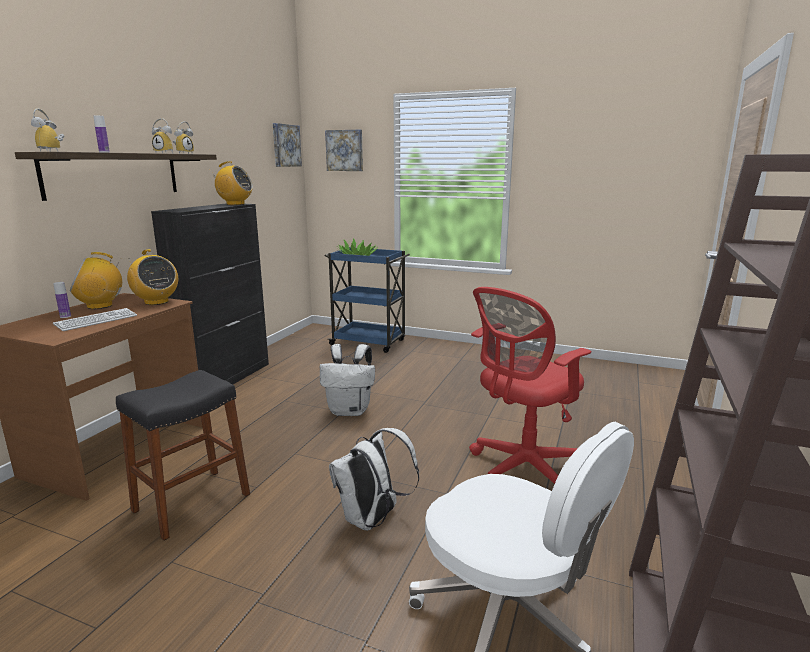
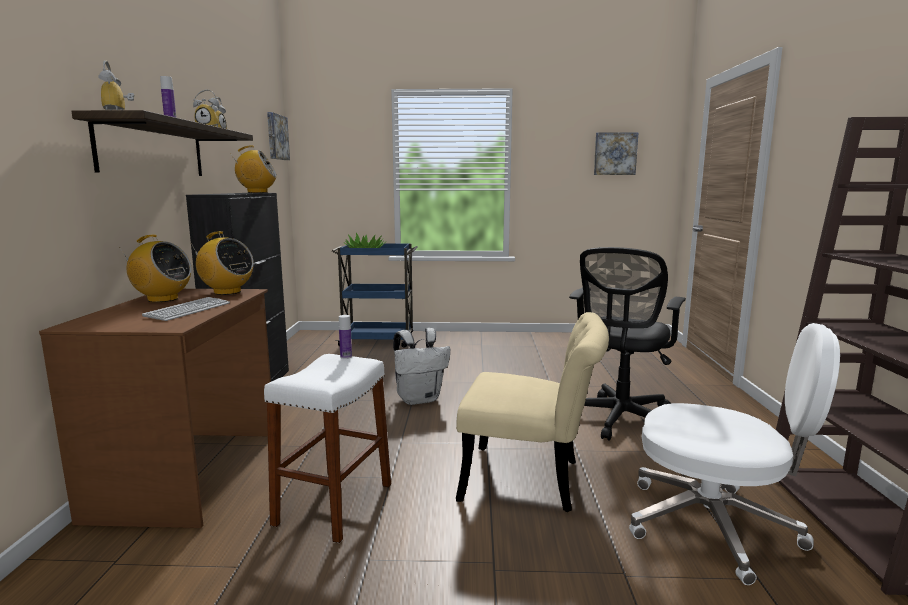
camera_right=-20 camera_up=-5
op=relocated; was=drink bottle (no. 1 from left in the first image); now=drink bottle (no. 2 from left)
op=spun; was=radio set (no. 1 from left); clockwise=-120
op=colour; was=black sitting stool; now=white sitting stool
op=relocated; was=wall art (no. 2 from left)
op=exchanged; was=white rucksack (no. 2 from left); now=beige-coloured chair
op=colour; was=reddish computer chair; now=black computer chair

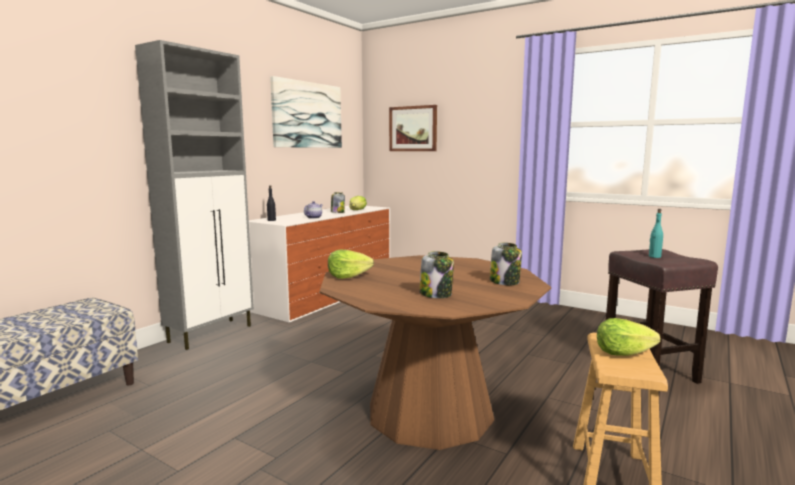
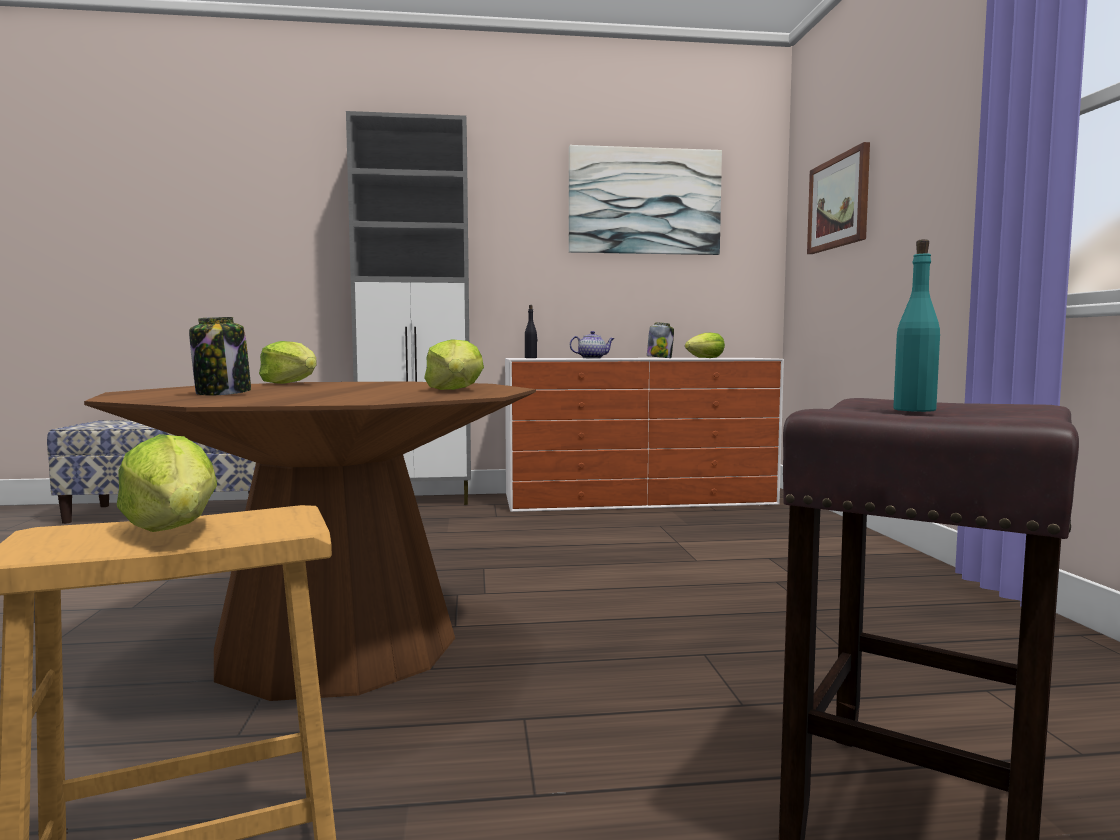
camera_right=50 camera_up=-5
op=missing; was=jar (no. 3 from left)
op=appeared; now=lettuce (no. 3 from left)

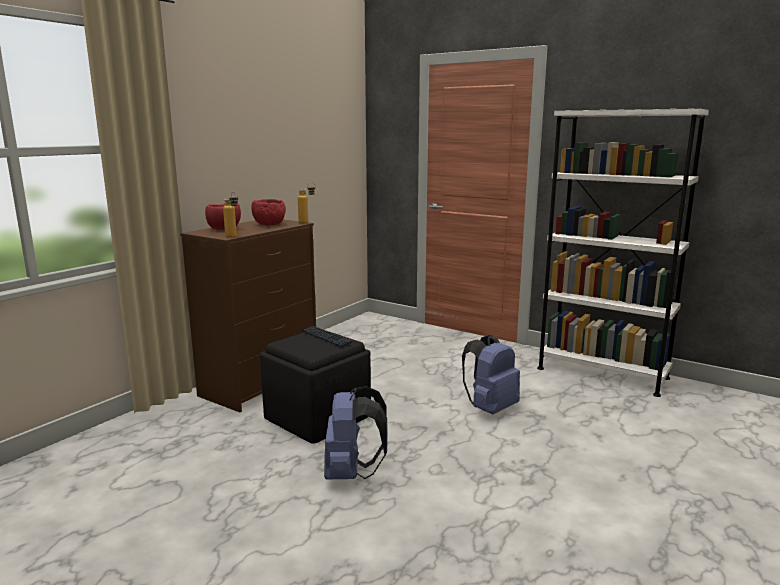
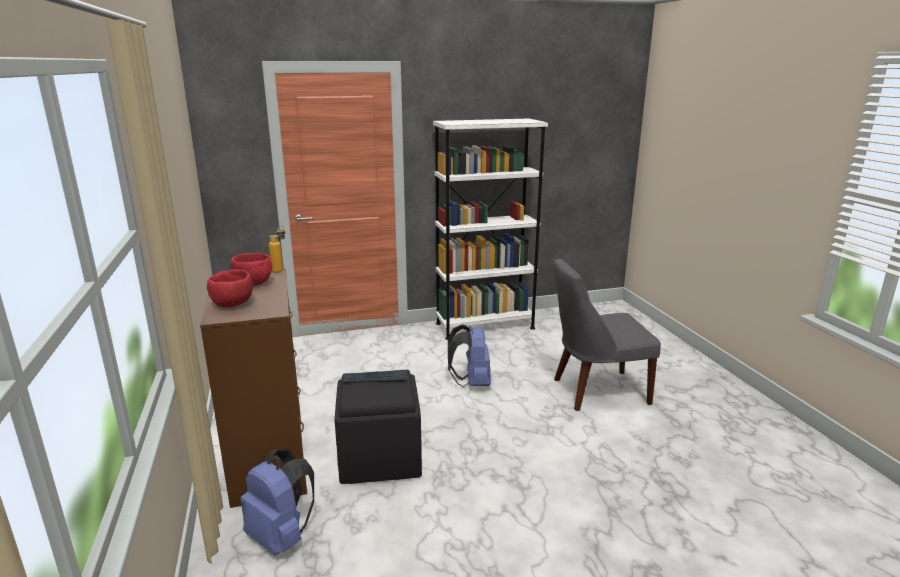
camera_right=-50 camera_up=5
op=missing; was=drink bottle (no. 1 from left)
op=relocated; was=blue-coloured rucksack (no. 1 from left)
op=appeared; now=gray chair

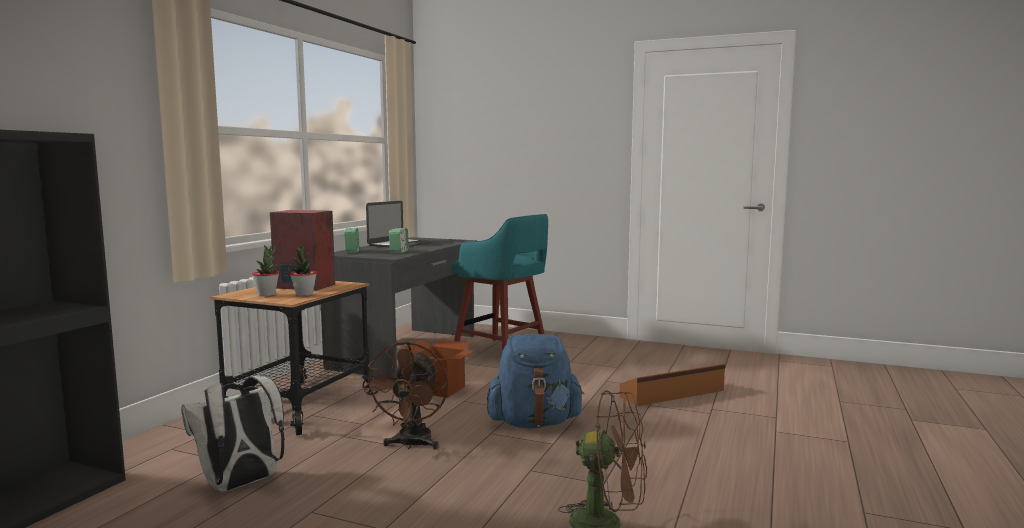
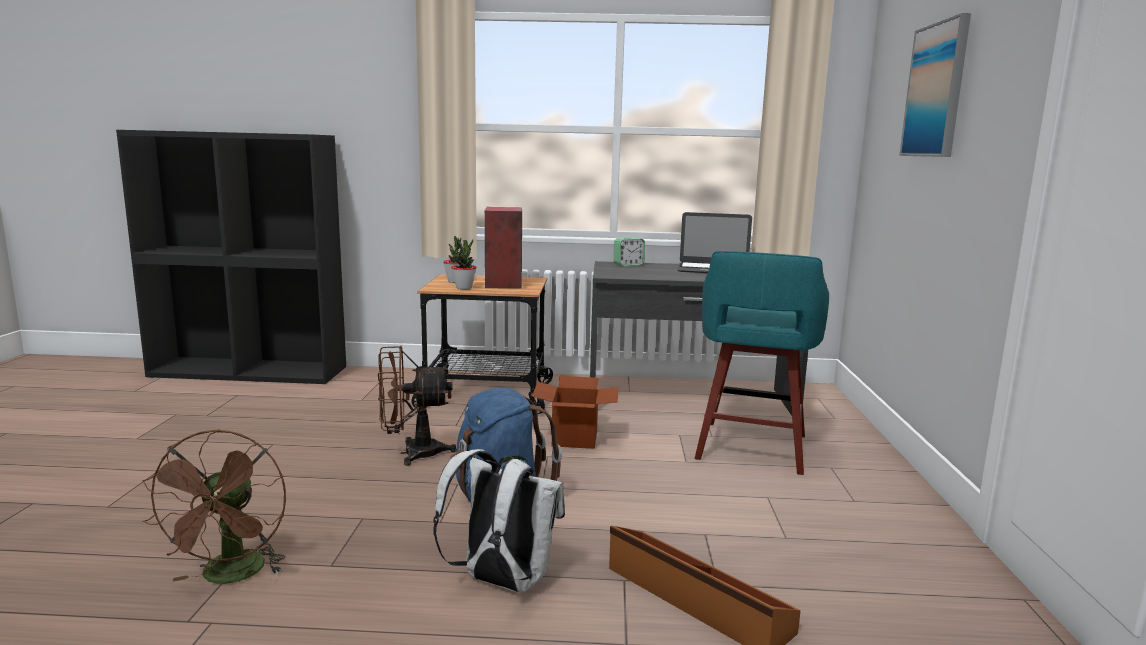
camera_right=70 camera_up=5
op=relocated; was=white rucksack
op=missing; was=table clock (no. 2 from left)
op=appeared; now=wall art

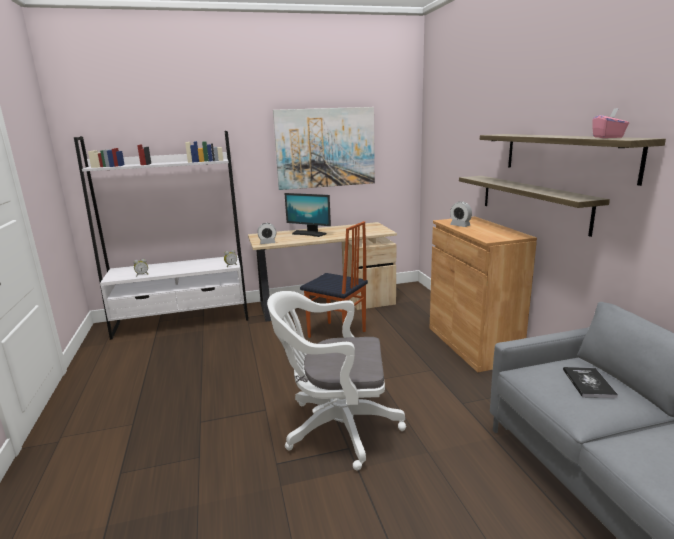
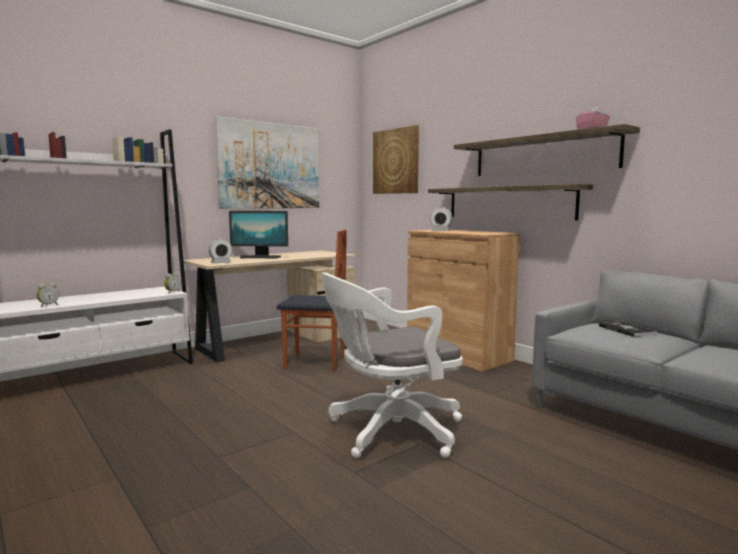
camera_right=-25 camera_up=-10
op=appeared; now=wall art (no. 2 from left)

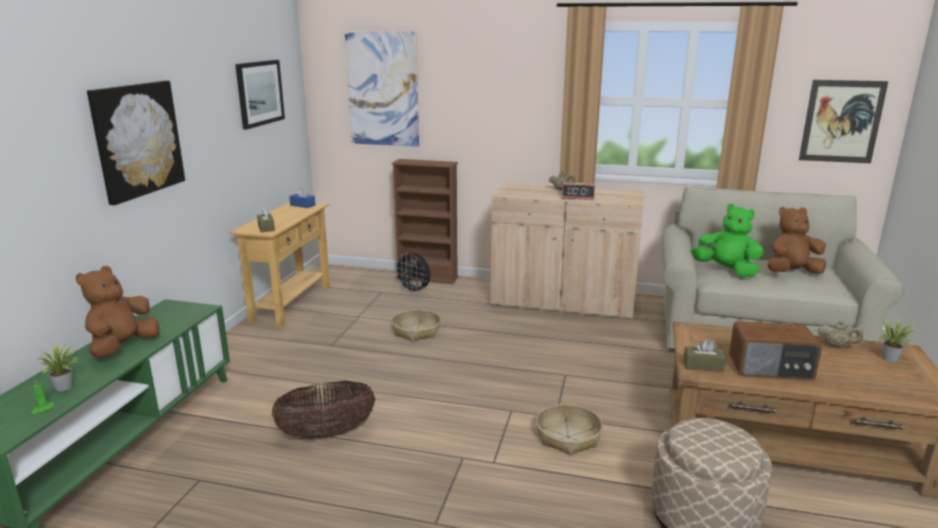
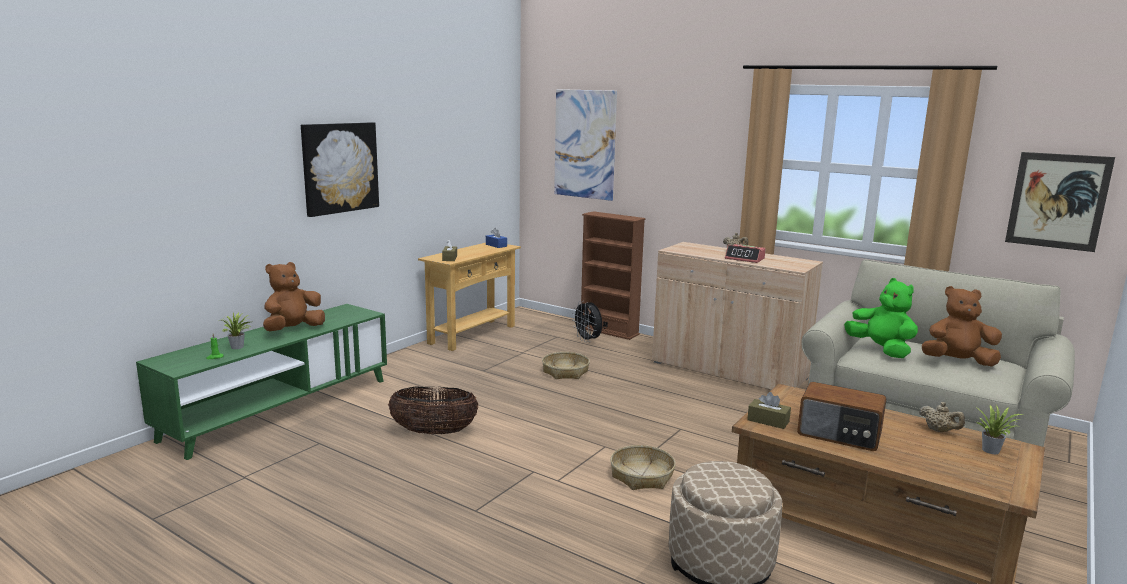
camera_right=20 camera_up=-5
op=missing; was=wall art (no. 2 from left)

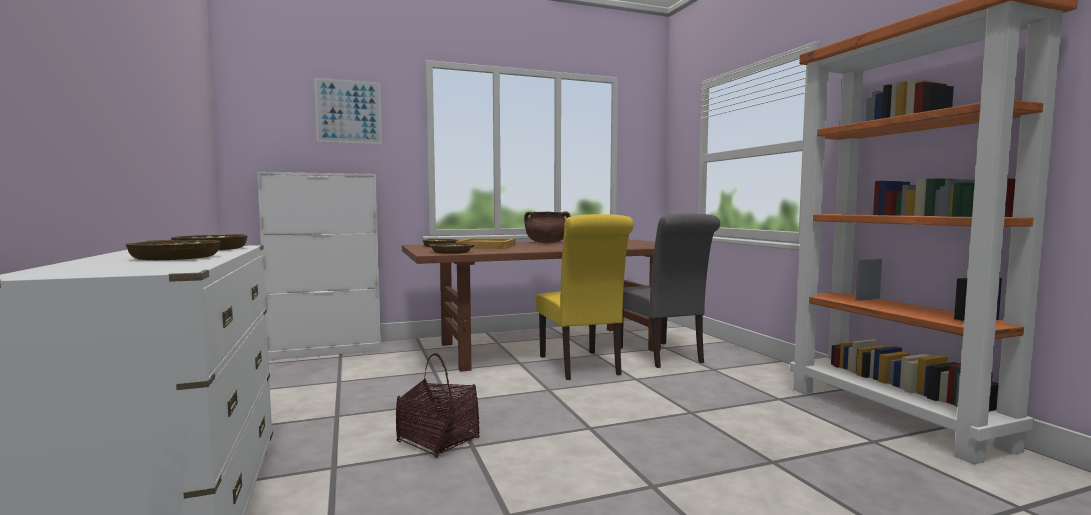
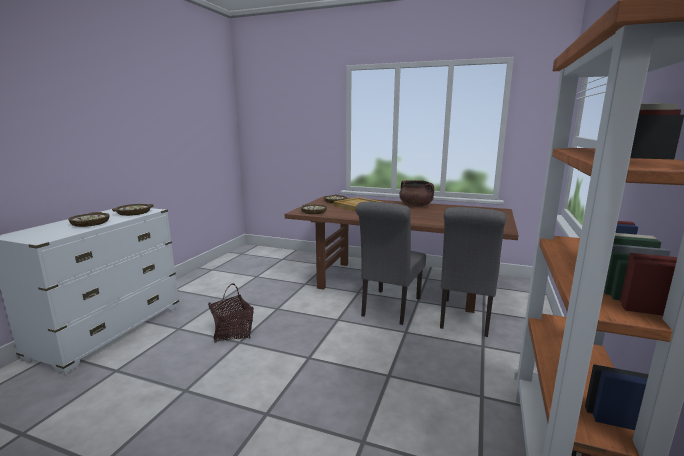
camera_right=40 camera_up=10
op=missing; was=white storage cabinet
op=missing; was=wall art
op=colour; was=yellow-coloured chair; now=gray chair (no. 1 from left)

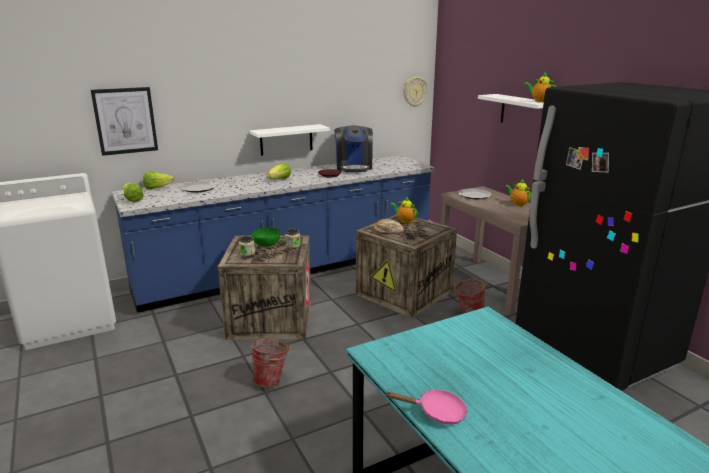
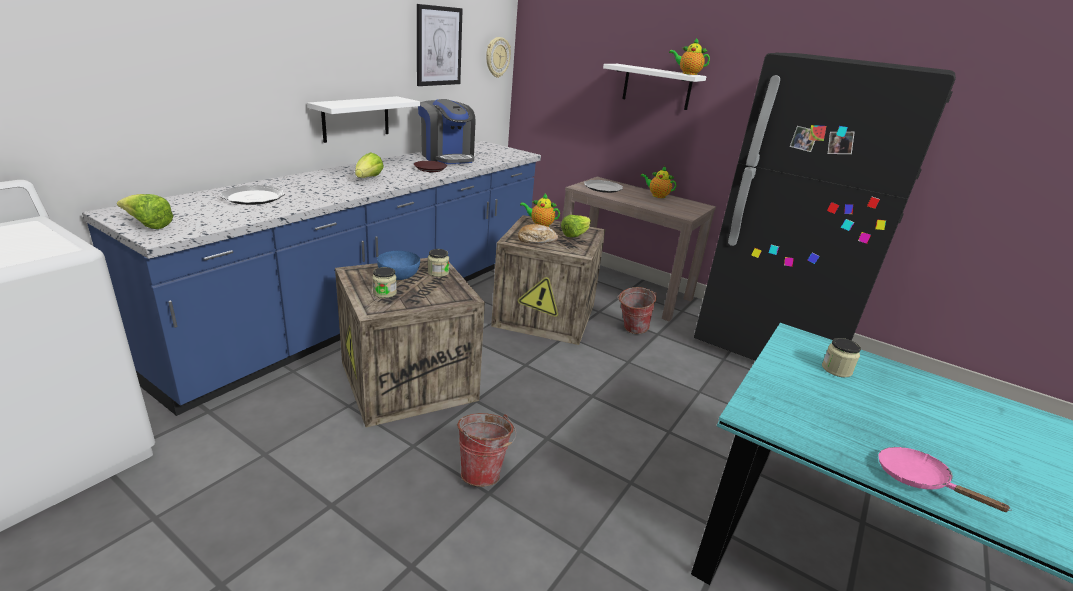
camera_right=-30 camera_up=5
op=relocated; was=wall art
op=relocated; was=lettuce (no. 2 from left in the first image); now=lettuce (no. 3 from left)
op=colour; was=green deep dish; now=blue-coloured deep dish
op=spun; was=pink pan; clockwise=-105
op=appeared; now=jar (no. 3 from left)

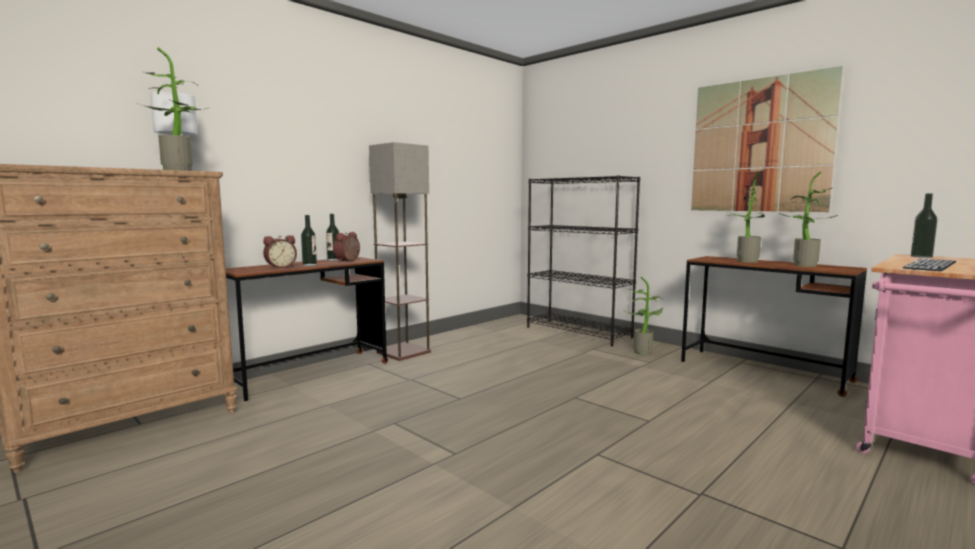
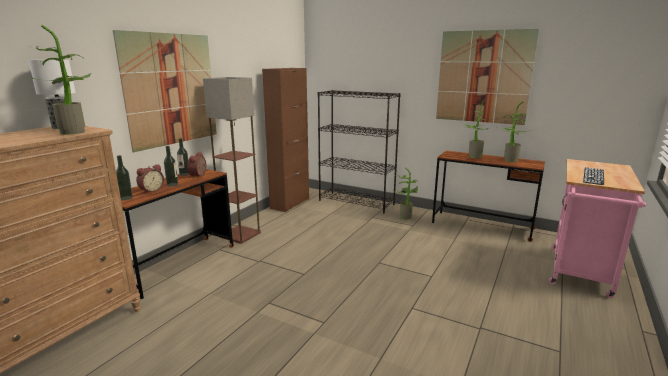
camera_right=-15 camera_up=10
op=relocated; was=drink bottle (no. 3 from left in the first image); now=drink bottle (no. 1 from left)
op=appeared; now=wall art (no. 1 from left)
op=appeared; now=brown-coloured storage cabinet

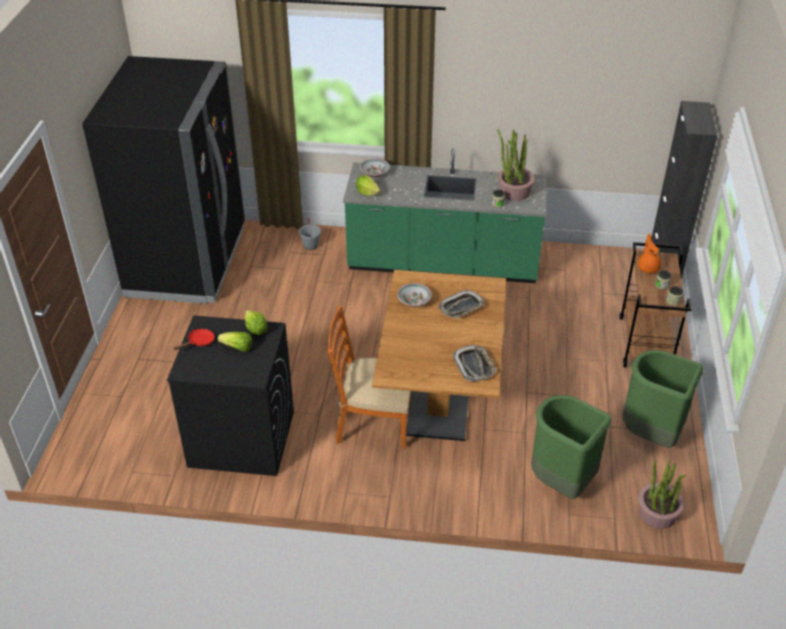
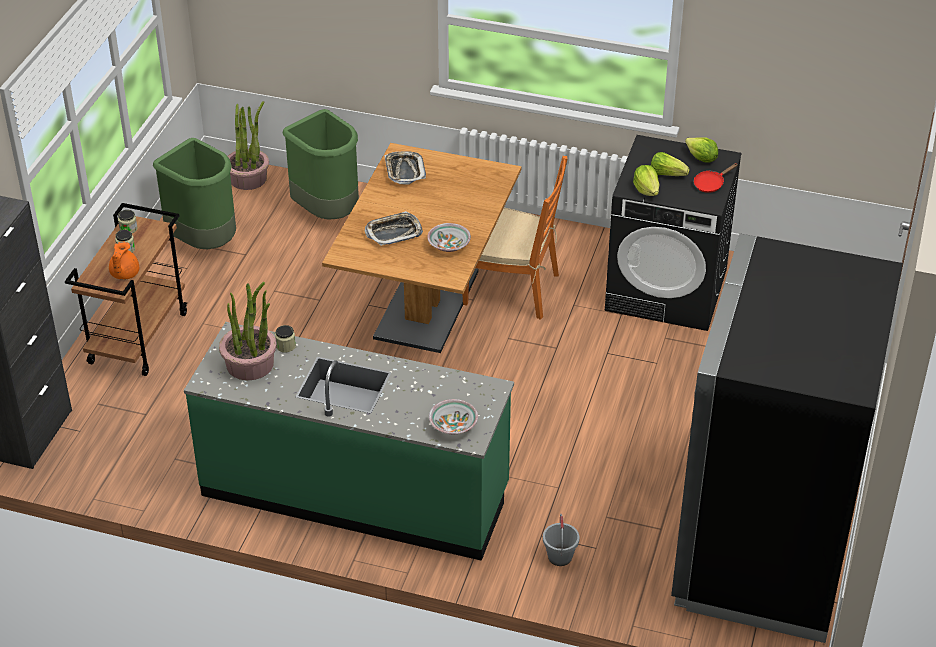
camera_right=-170 camera_up=0
op=relocated; was=lettuce (no. 3 from left)

